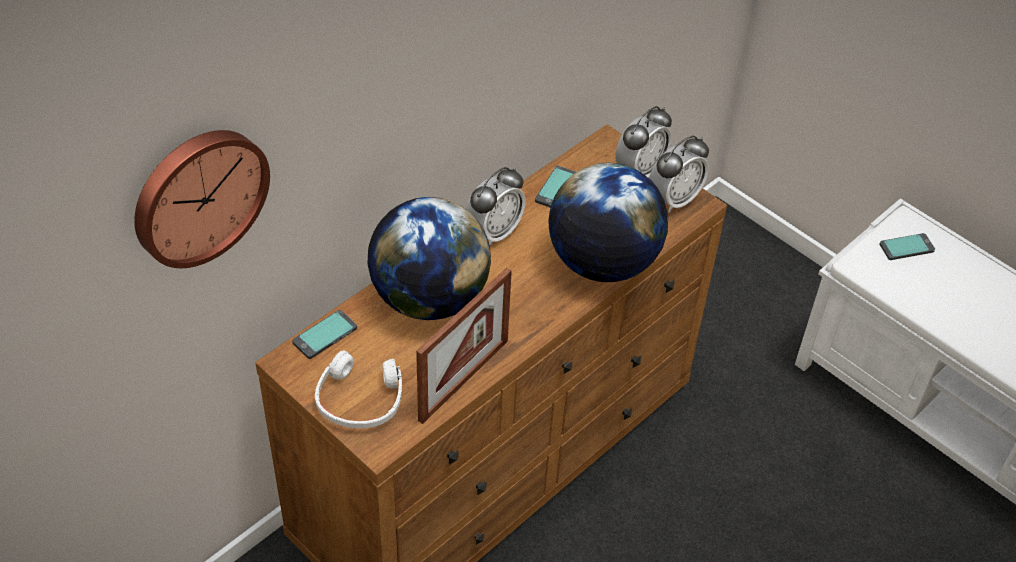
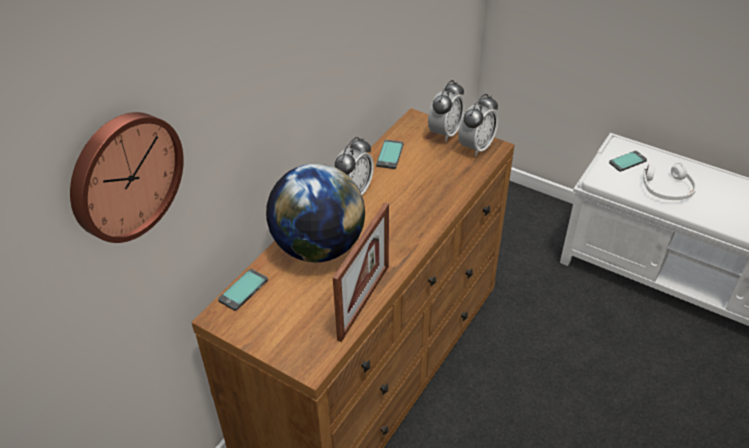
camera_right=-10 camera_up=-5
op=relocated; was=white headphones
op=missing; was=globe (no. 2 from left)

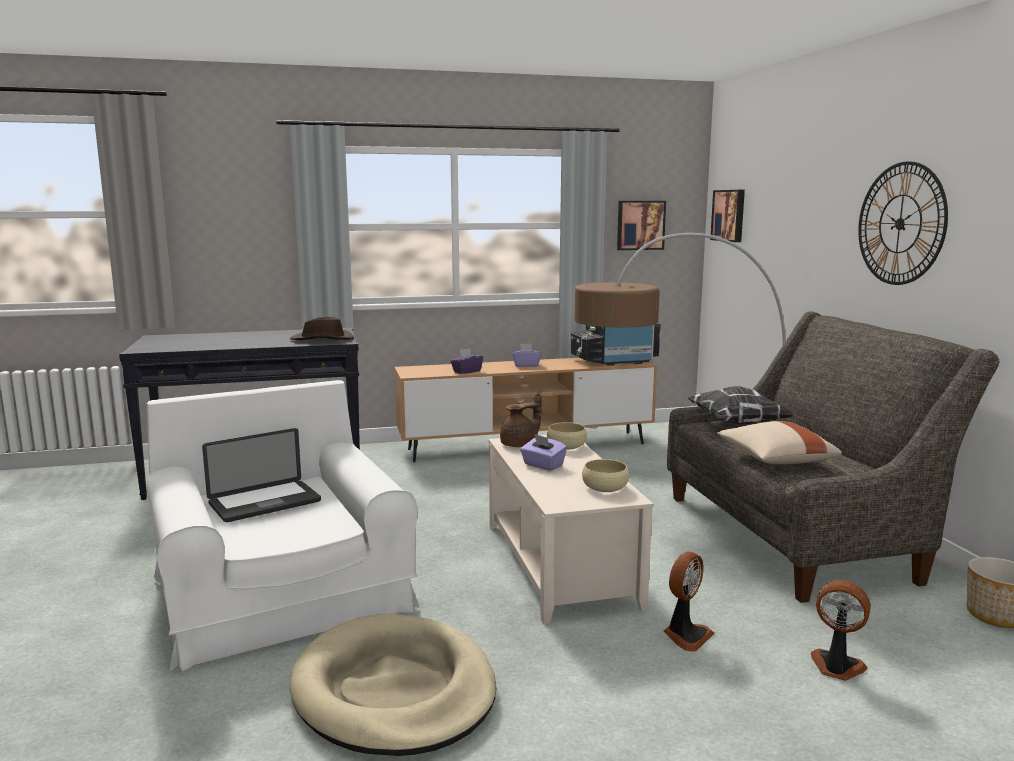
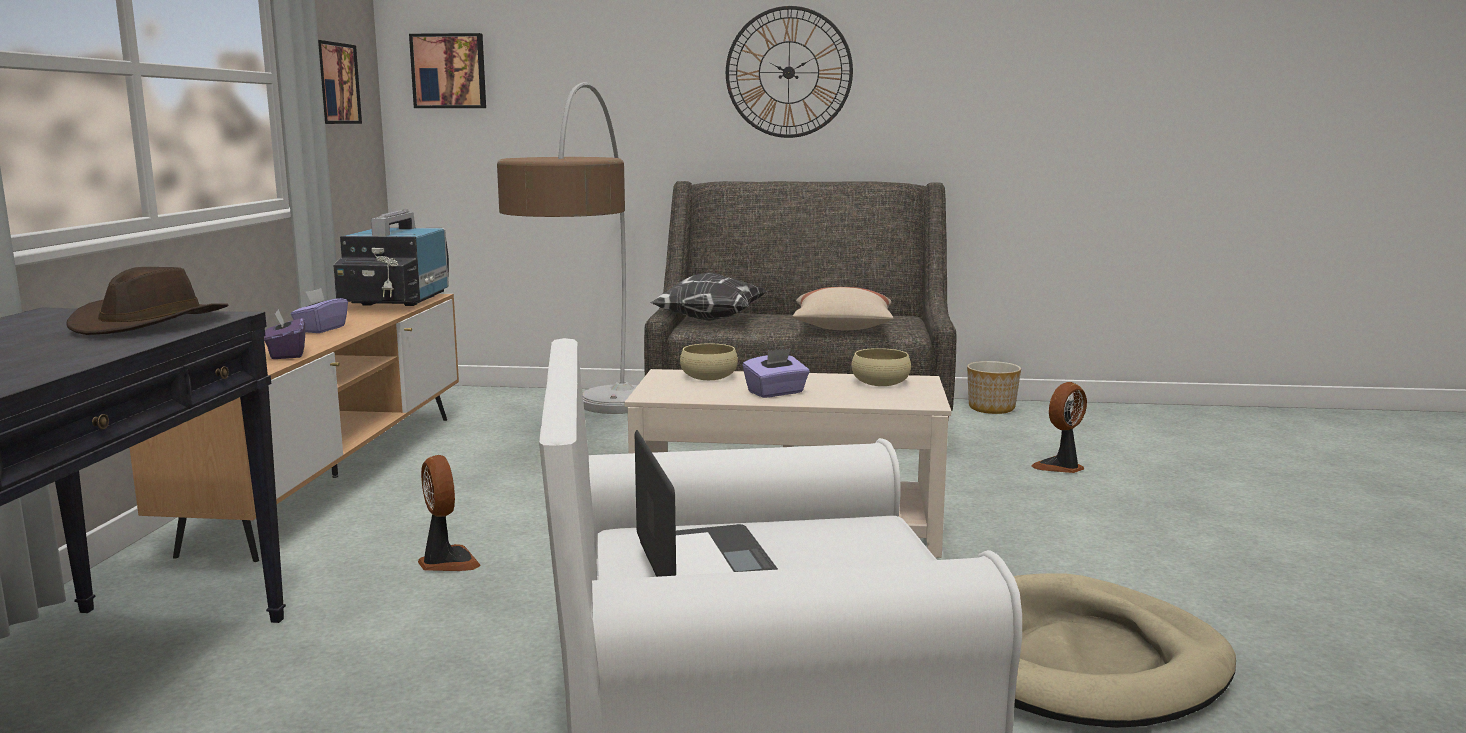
camera_right=-70 camera_up=0
op=missing; was=brown-coloured tea pot
op=relocated; was=fan (no. 1 from left)

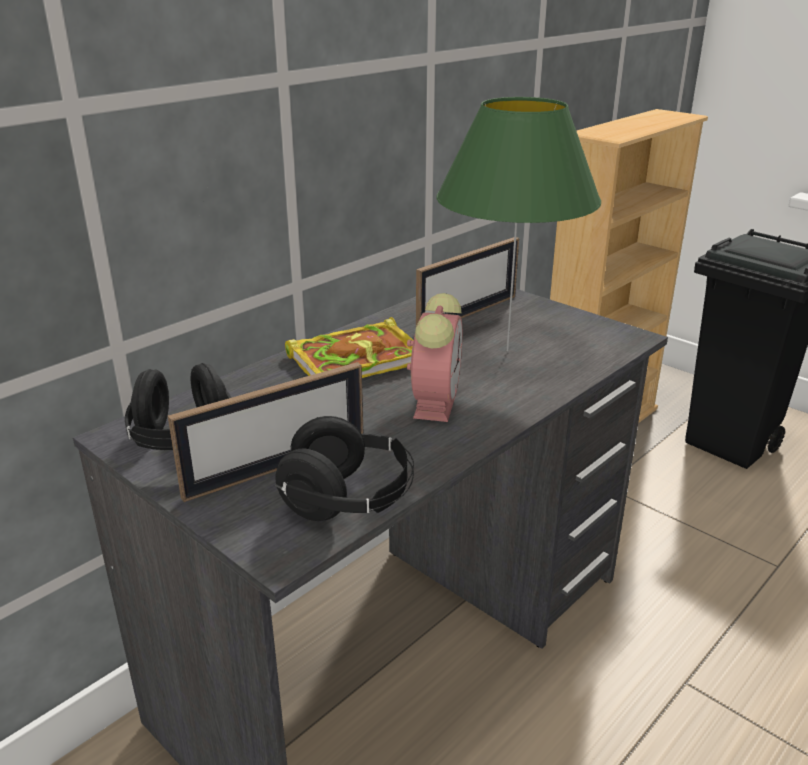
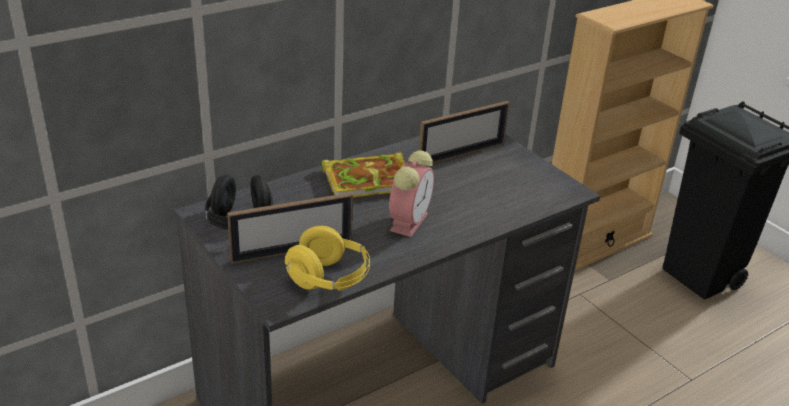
camera_right=10 camera_up=5
op=colour; was=black headphones (no. 2 from left); now=yellow-coloured headphones
op=missing; was=green lamp for a table

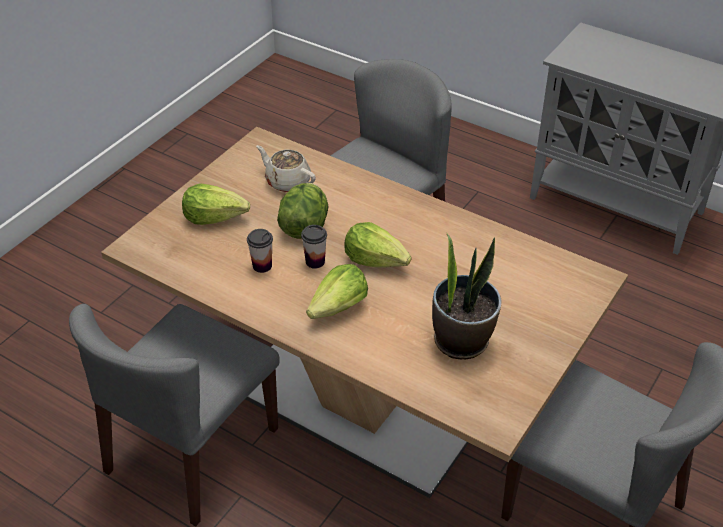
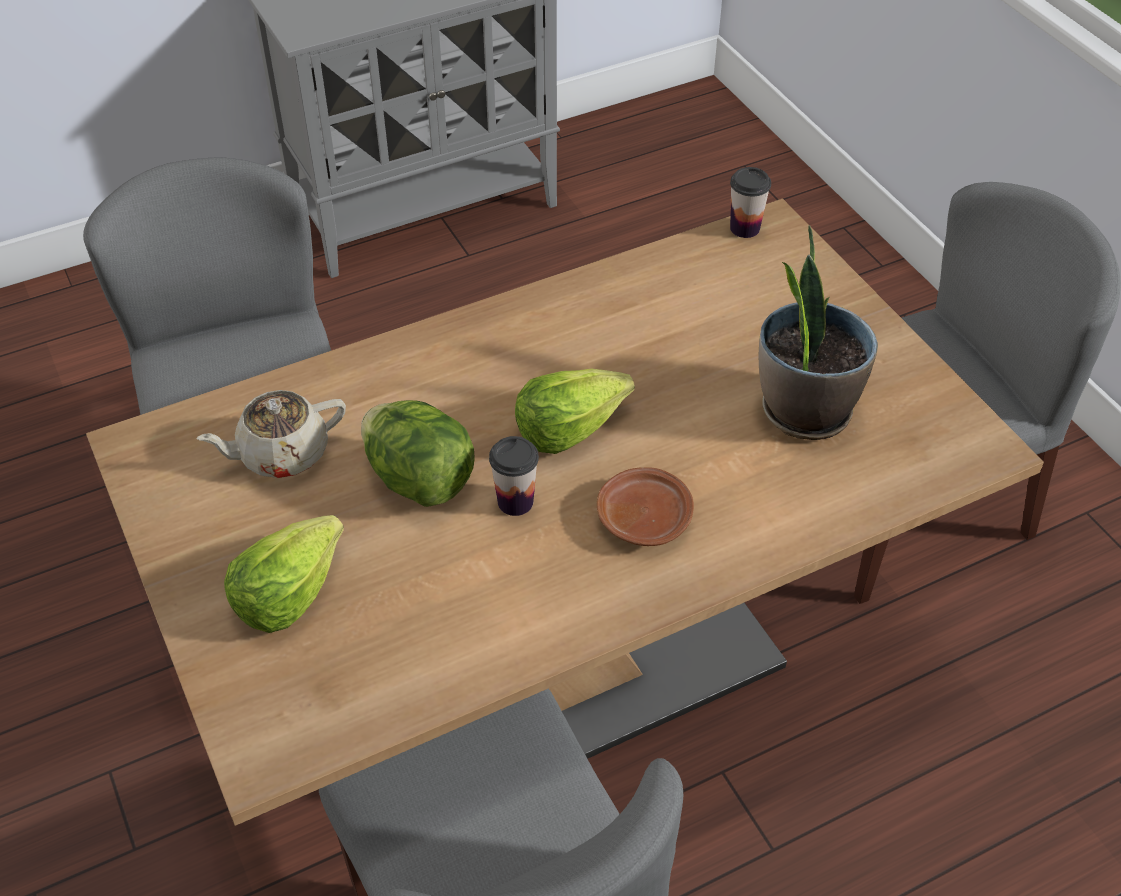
camera_right=-60 camera_up=5
op=relocated; was=cup (no. 1 from left in the first image); now=cup (no. 2 from left)
op=exchanged; was=lettuce (no. 3 from left); now=brown-coloured plate

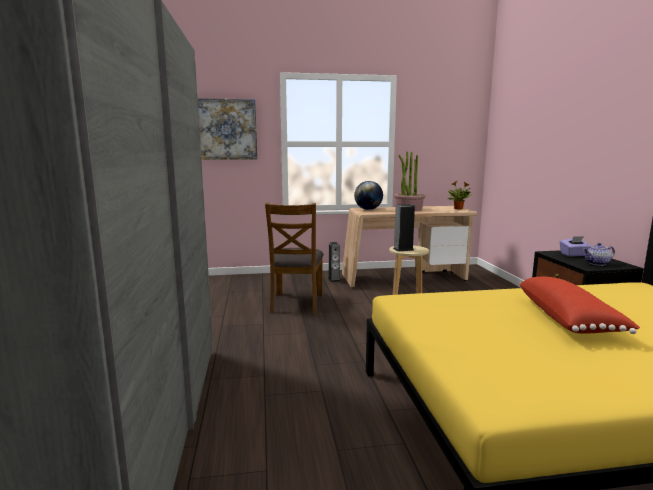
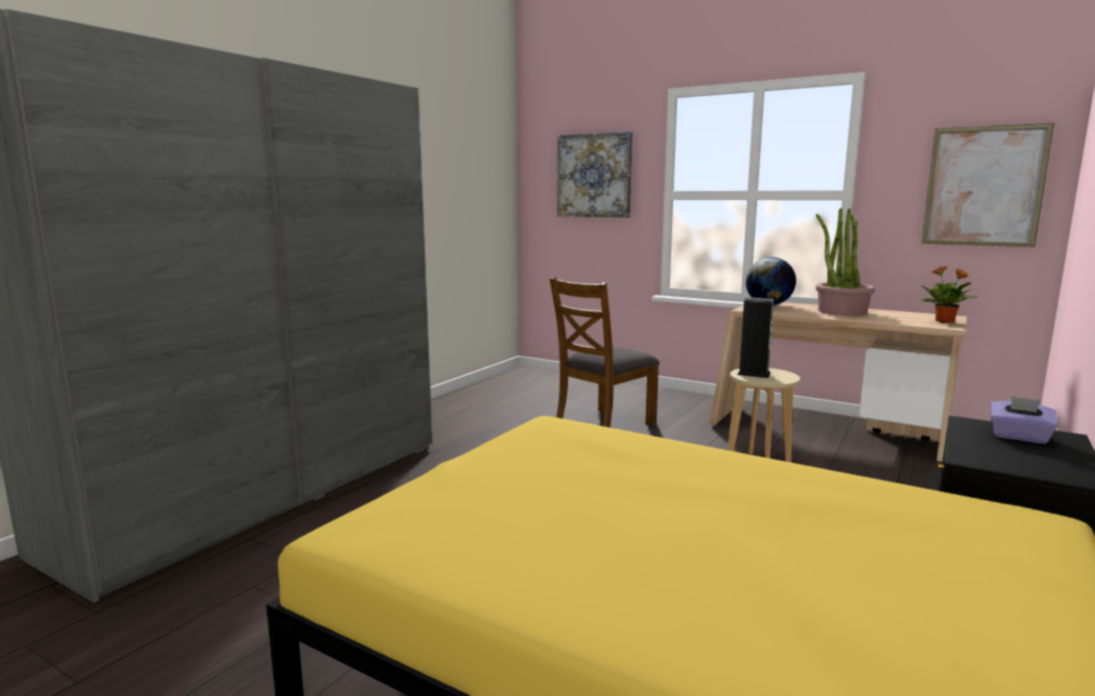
camera_right=40 camera_up=0
op=missing; was=loudspeaker (no. 1 from left)
op=missing; was=reddish throw pillow
op=missing; was=tea pot
op=appeared; now=wall art (no. 2 from left)

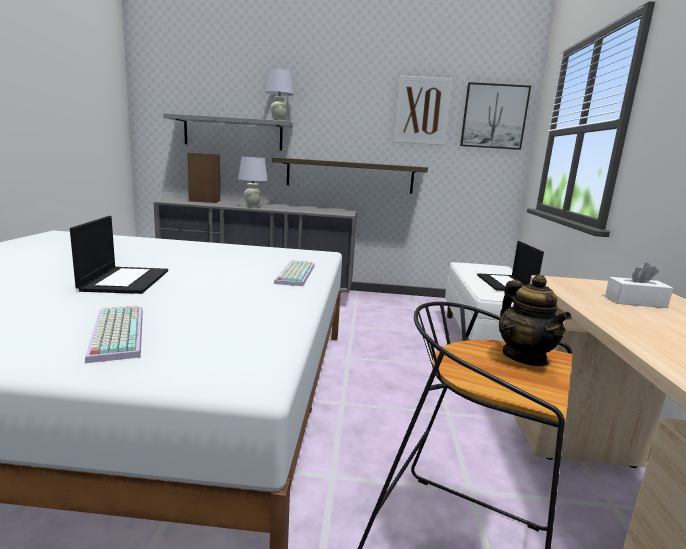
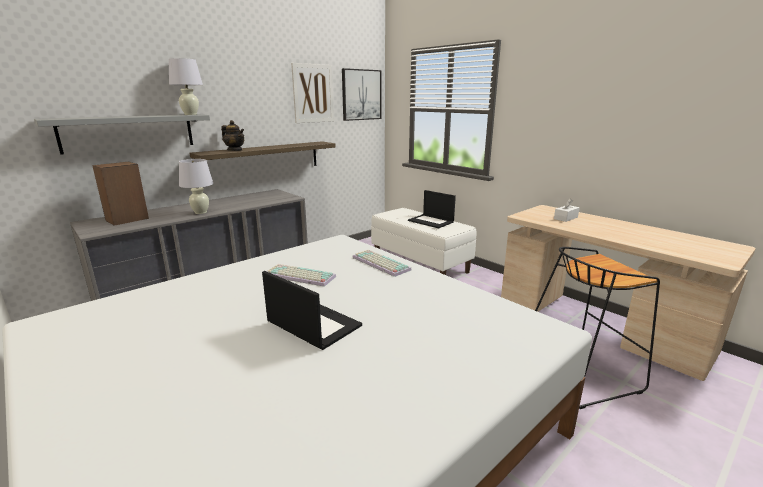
camera_right=-45 camera_up=5
op=relocated; was=PC keyboard (no. 1 from left)
op=relocated; was=tea pot

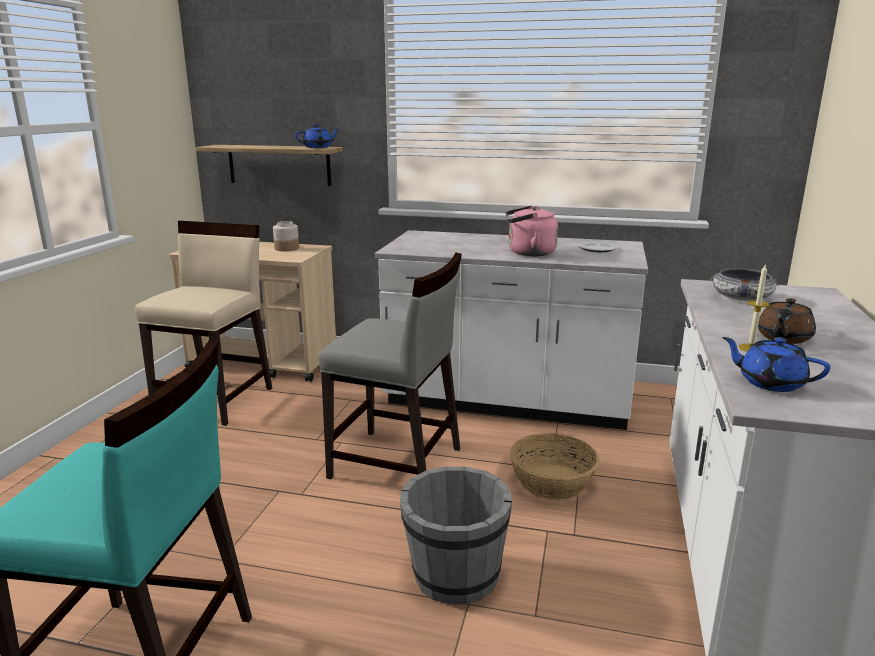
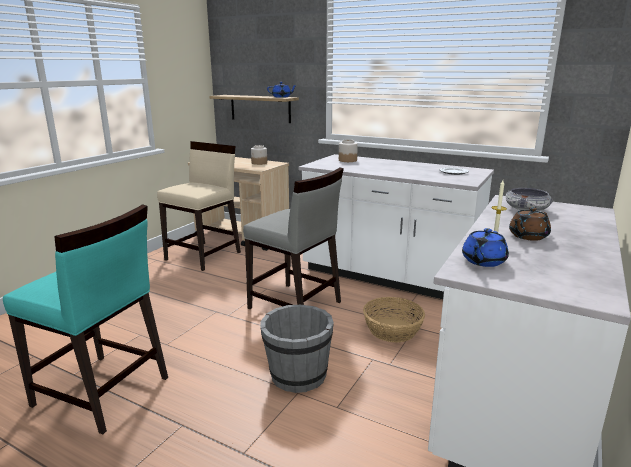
camera_right=15 camera_up=0
op=missing; was=pink tea kettle
op=spun; was=blue-coloured tea pot (no. 2 from left); clockwise=-105
op=appeared; now=jar (no. 2 from left)

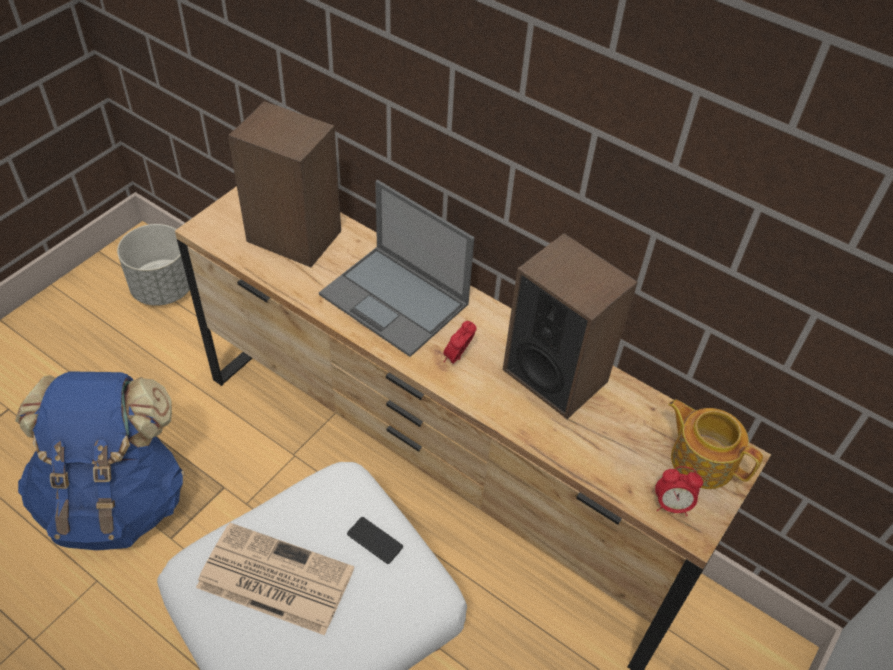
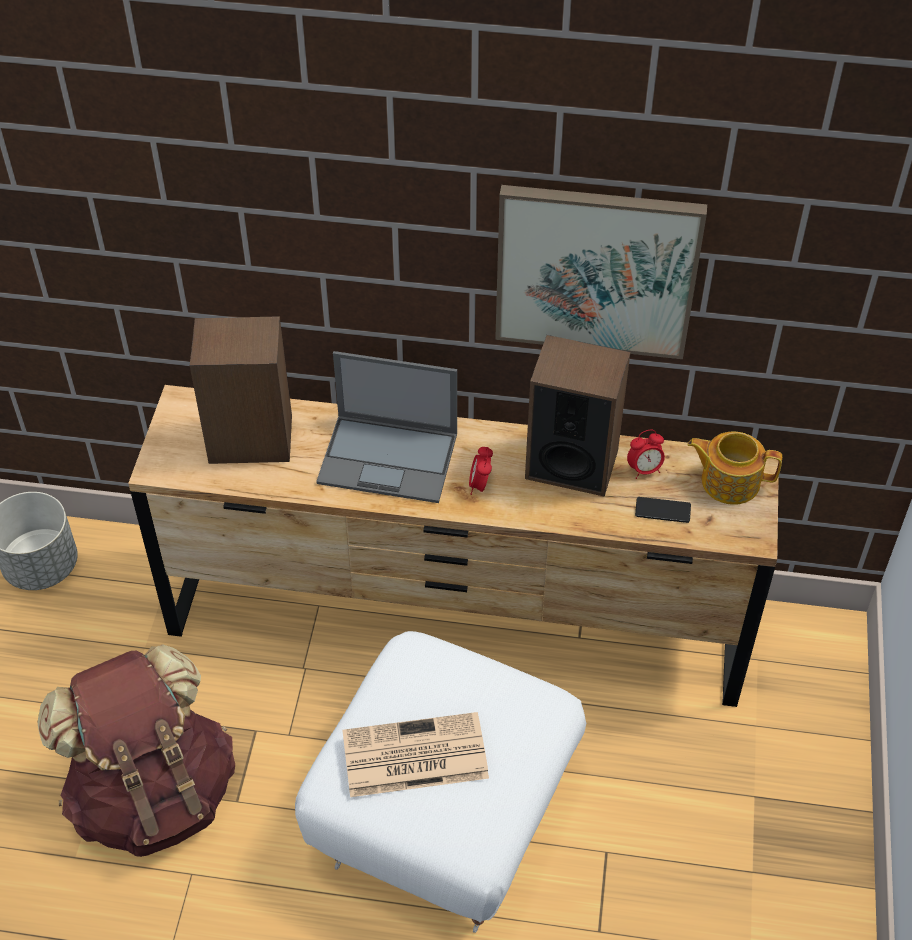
camera_right=-25 camera_up=0
op=colour; was=blue-coloured rucksack; now=brown-coloured rucksack
op=relocated; was=handset
op=relocated; was=table clock (no. 2 from left)
op=appeared; now=wall art

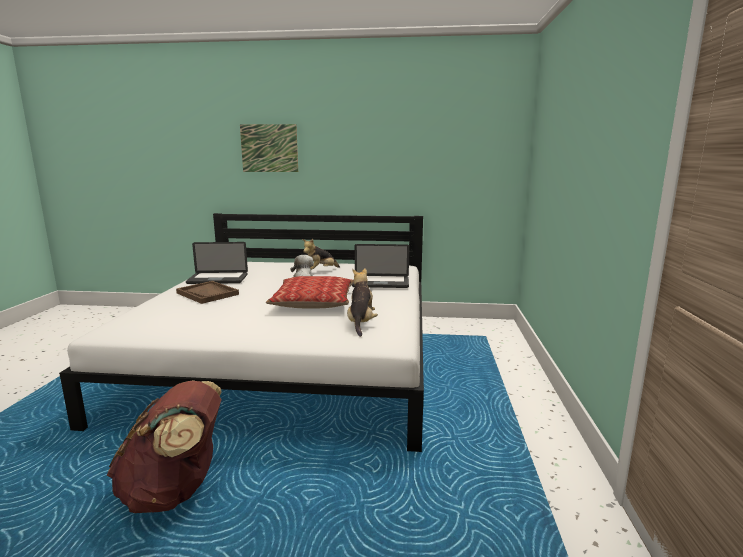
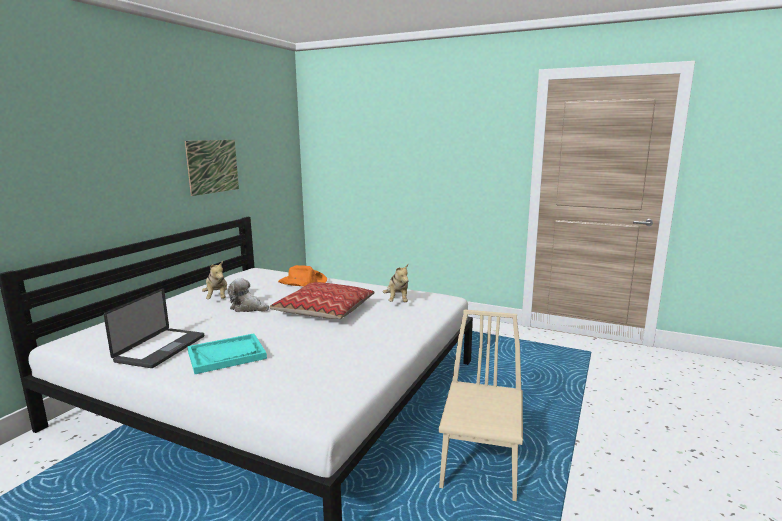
camera_right=-70 camera_up=0
op=exchanged; was=brown-coloured rucksack; now=beige-coloured chair
op=colour; was=brown-coloured tray; now=blue-green tray
op=relocated; was=wall art
op=spun; was=plush toy (no. 3 from left); clockwise=-120
op=exchanged; was=notebook computer (no. 2 from left); now=orange-coloured hat

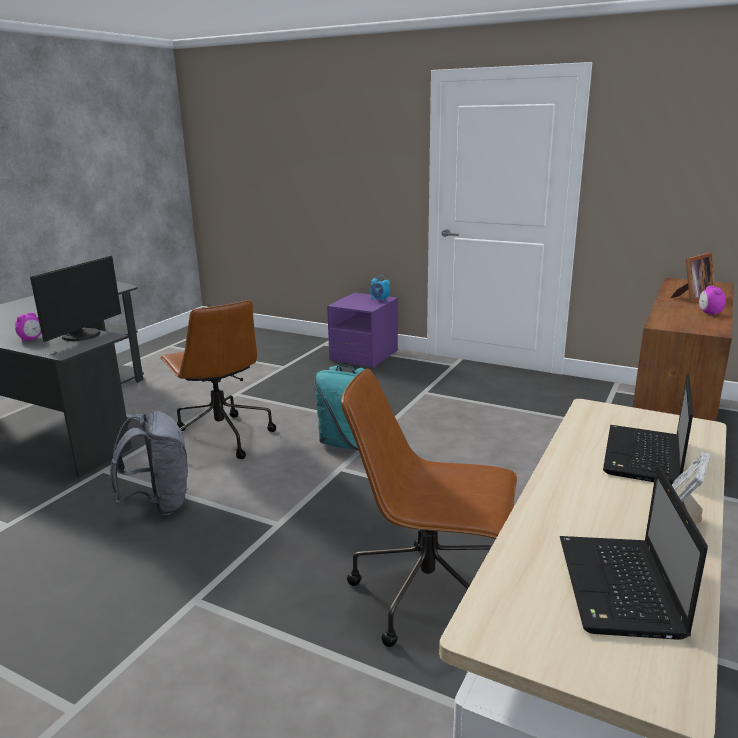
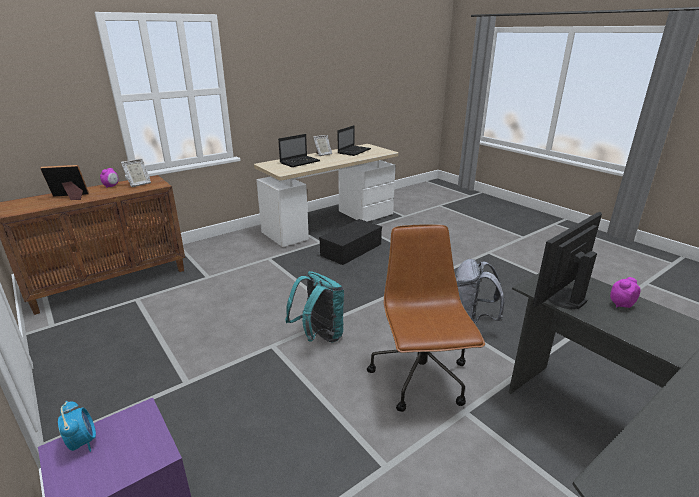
camera_right=-155 camera_up=5
op=exchanged; was=brown-coloured computer chair (no. 2 from left); now=black storage box
op=appeared; now=photo frame (no. 2 from left)

